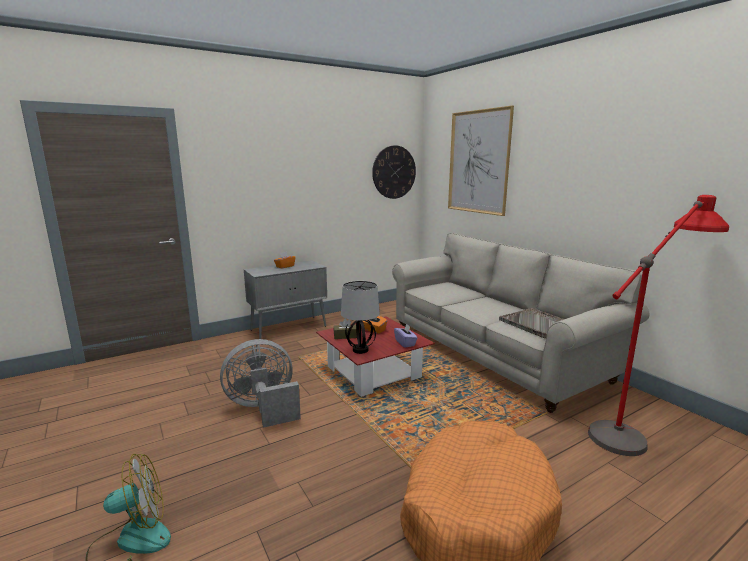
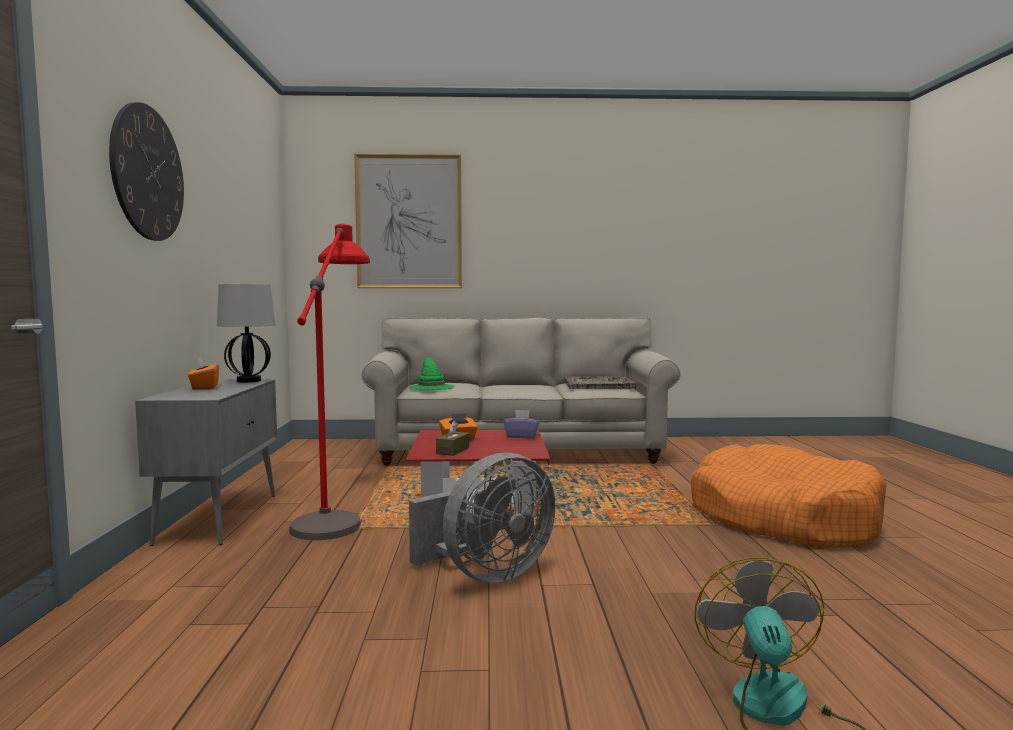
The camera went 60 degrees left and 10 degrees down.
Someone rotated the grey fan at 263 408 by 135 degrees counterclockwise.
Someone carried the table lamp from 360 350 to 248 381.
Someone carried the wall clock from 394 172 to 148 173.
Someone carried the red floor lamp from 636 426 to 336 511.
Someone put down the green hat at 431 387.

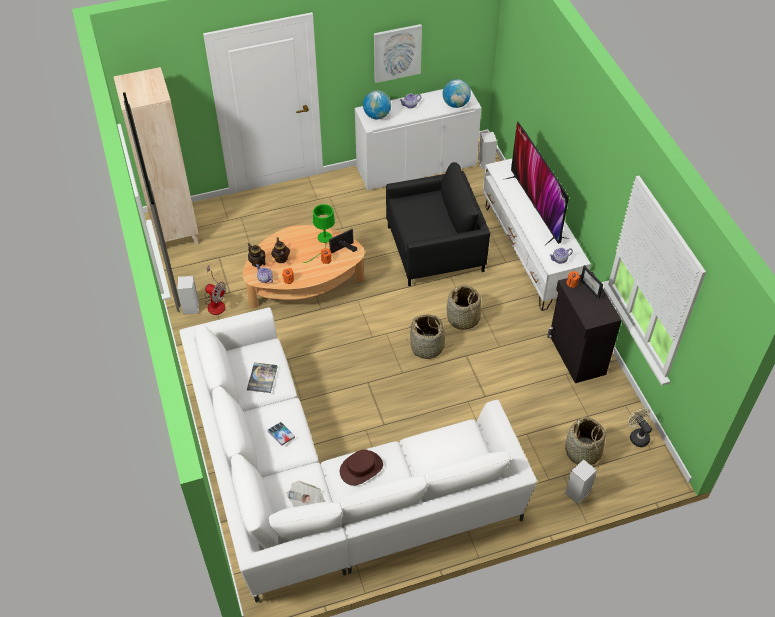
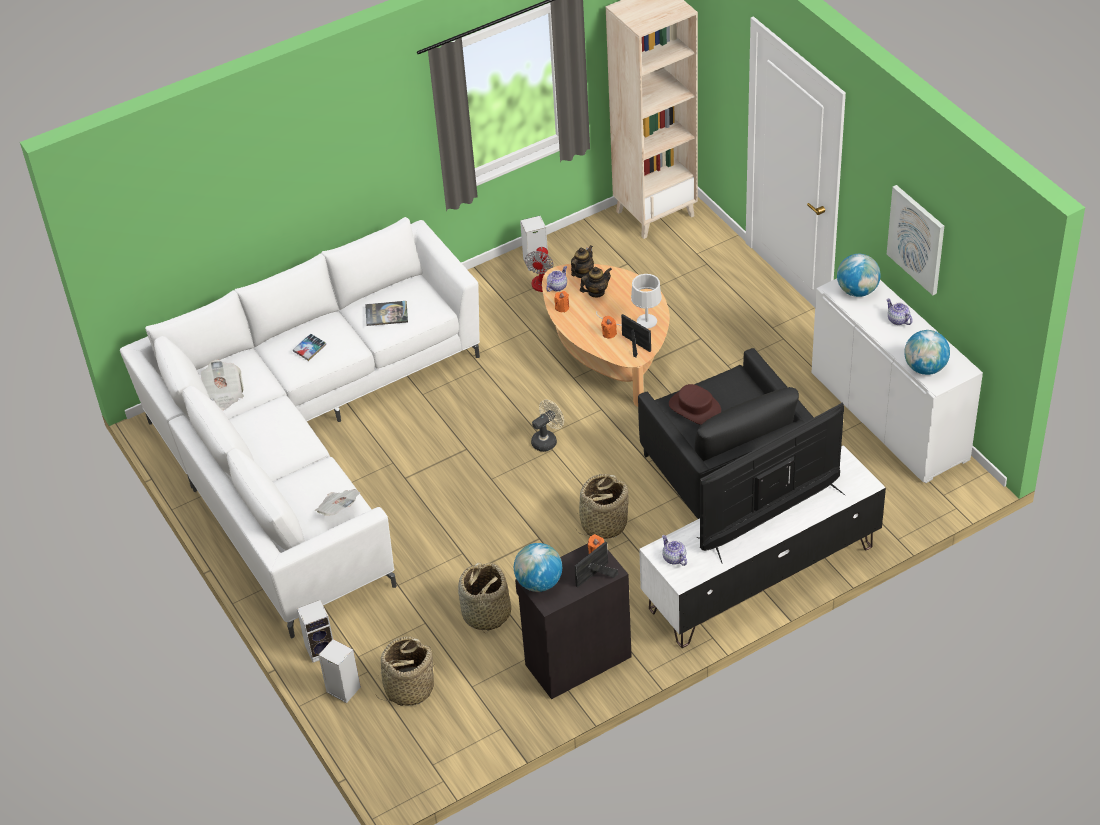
The camera went 80 degrees right and 5 degrees down.
Someone repainted the green table lamp at 323 242, which became the white table lamp at 640 323.
Someone carried the brown hat from 361 468 to 695 408.
Someone carried the basket from 427 347 to 486 614.
Someone carried the speaker from 485 163 to 321 649.
Someone carried the beige fan from 637 436 to 547 440.
Someone put down the newspaper at 338 509.
Someone put down the globe at 539 582.

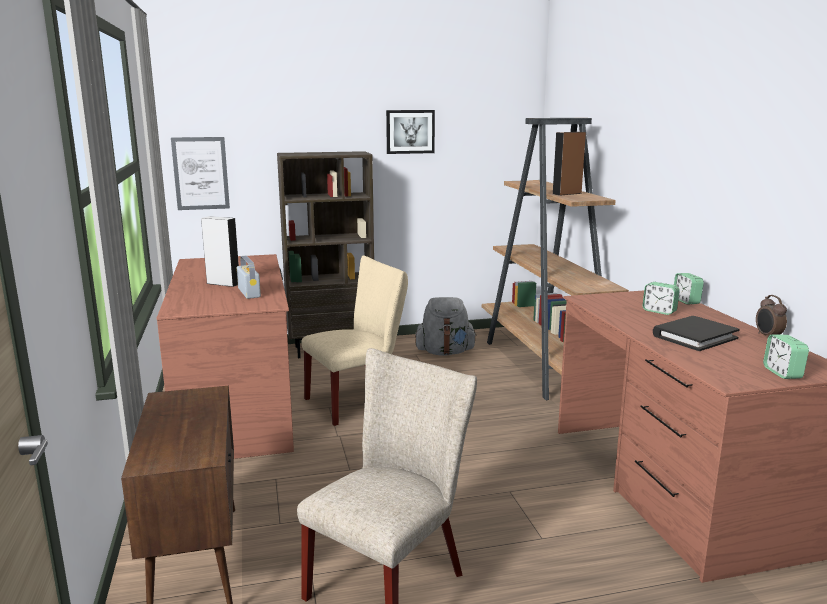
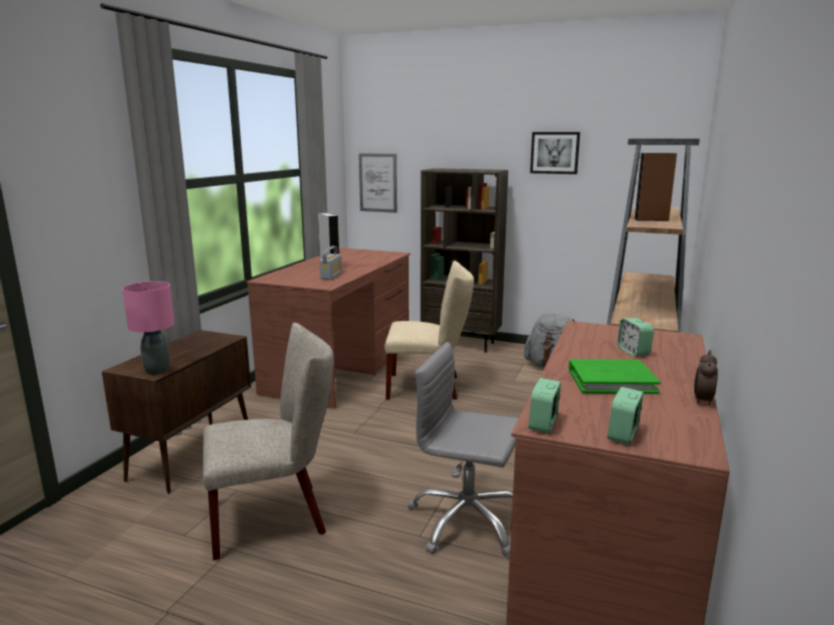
The camera went 35 degrees right and 0 degrees up.
Someone repainted the black book at 694 337, which became the green book at 611 380.
Someone carried the alarm clock from 686 301 to 543 424.
Someone put down the pink table lamp at 157 371.
Someone put down the grey office chair at 467 521.

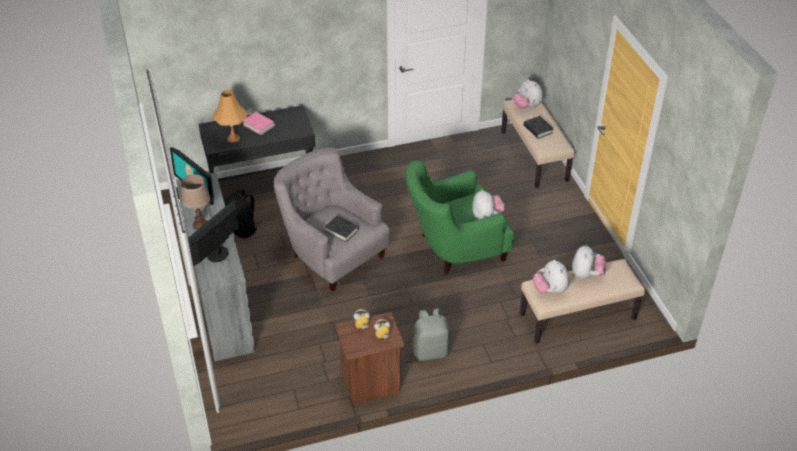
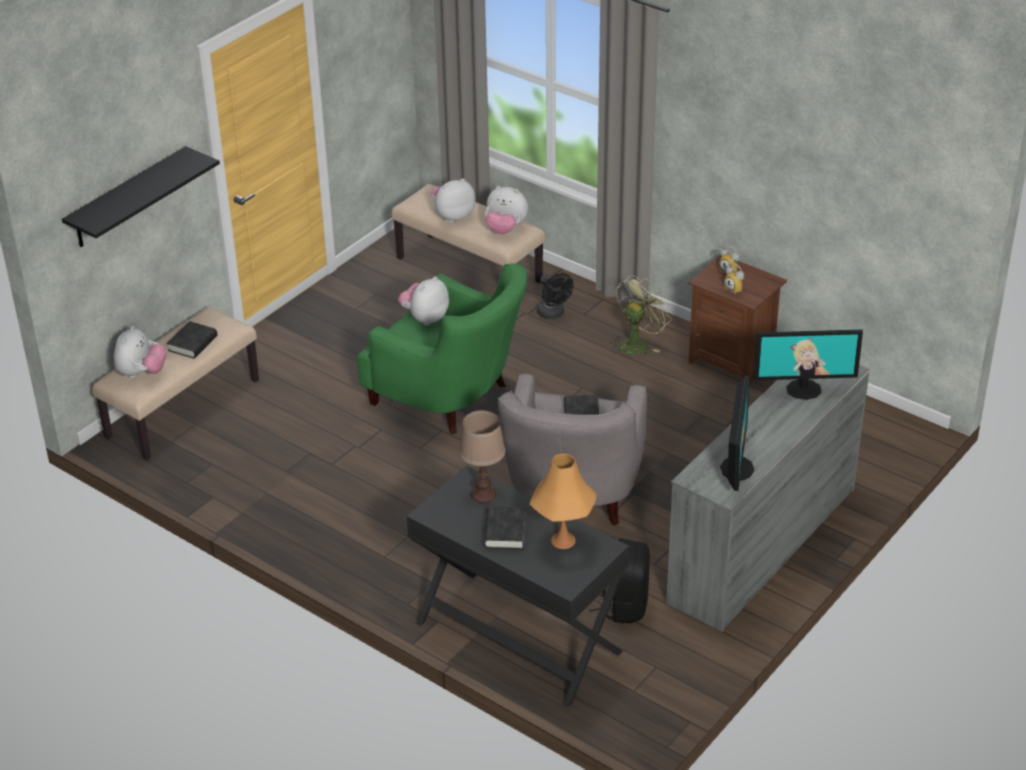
The camera went 125 degrees left and 5 degrees down.
Someone carried the brown table lamp from 200 225 to 483 495.
Someone repainted the pink book at 259 125, which became the black book at 505 532.
Someone swapped the grey backpack at 431 351 for the green fan at 637 343.
Someone rotated the plush toy at 550 290 by 75 degrees clockwise.
Someone put up the black shelf at 128 198.
Someone put down the black fan at 553 314.

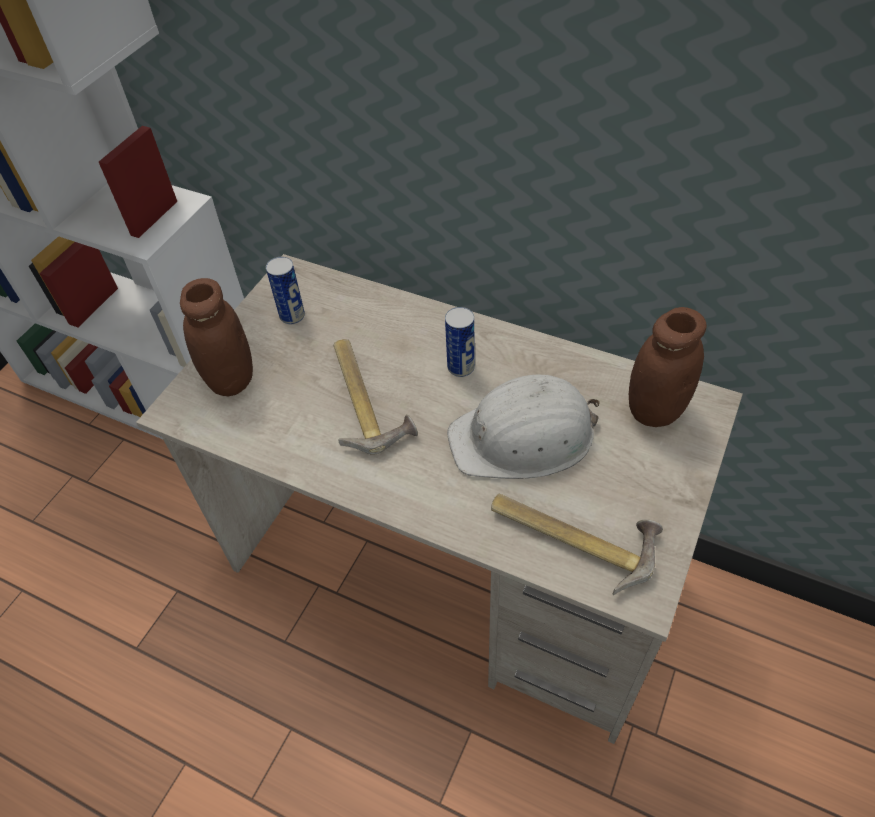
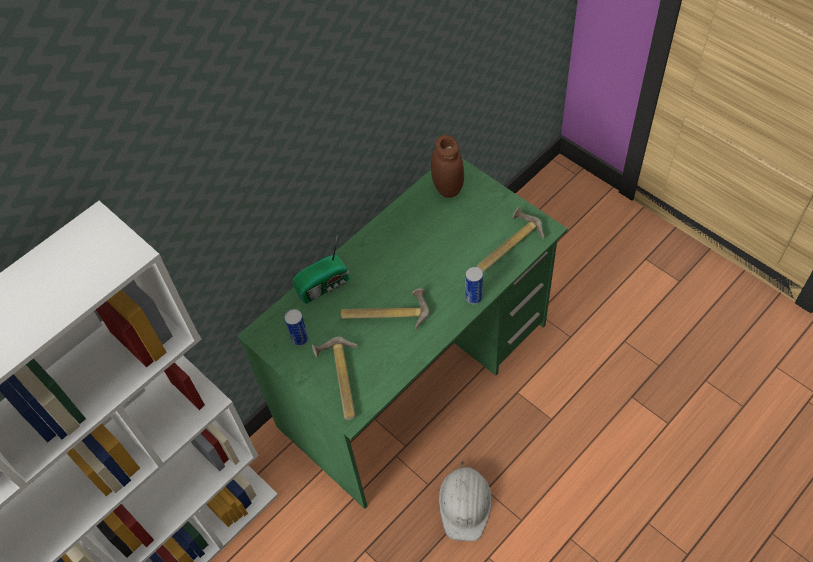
The camera went 70 degrees left and 5 degrees up.
Someone repainted the beige desk at 450 570, which became the green desk at 415 375.
Someone swapped the brown jar at 231 379 for the hammer at 339 380.
Someone carried the can from 461 367 to 473 298.
Someone carried the white hard hat from 524 437 to 465 503.
Someone put down the radio at 325 286.

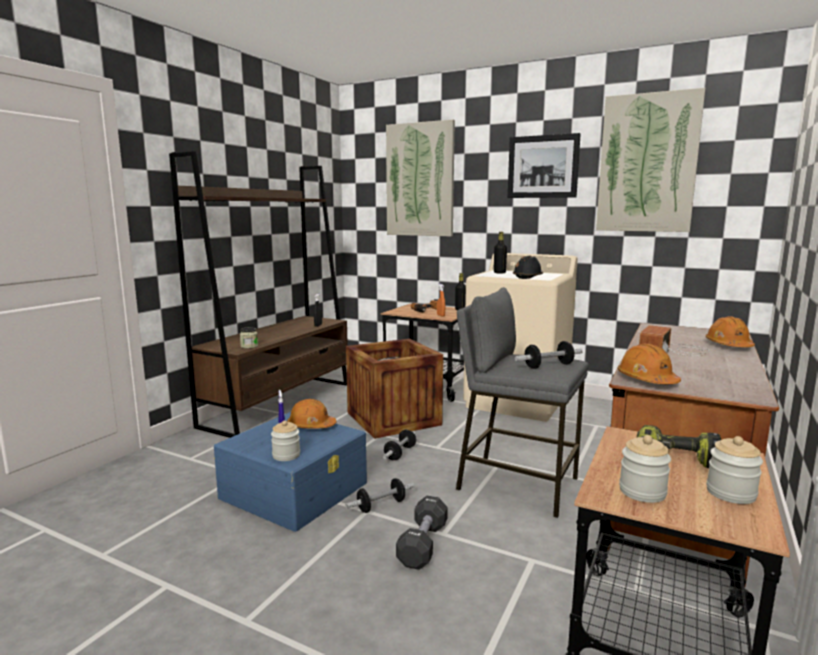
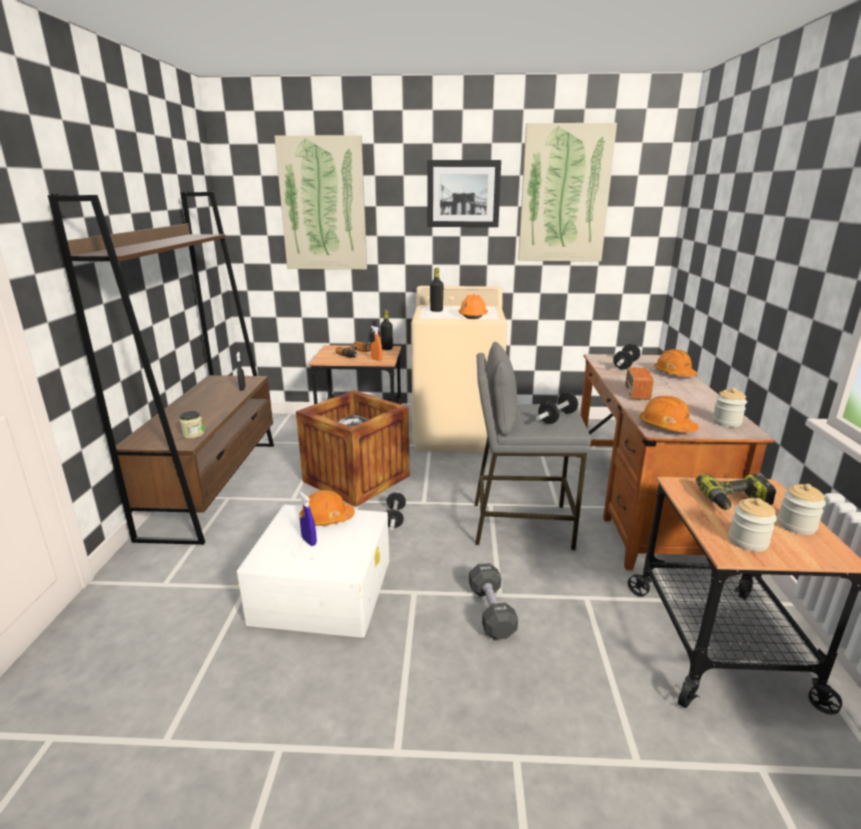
The camera went 25 degrees left and 10 degrees up.
Someone repainted the blue storage box at 295 490, which became the white storage box at 323 589.
Someone carried the jar from 286 455 to 726 422.
Someone carried the dumbbell from 381 505 to 625 365.
Someone repainted the black hard hat at 528 277, which became the orange hard hat at 473 316.

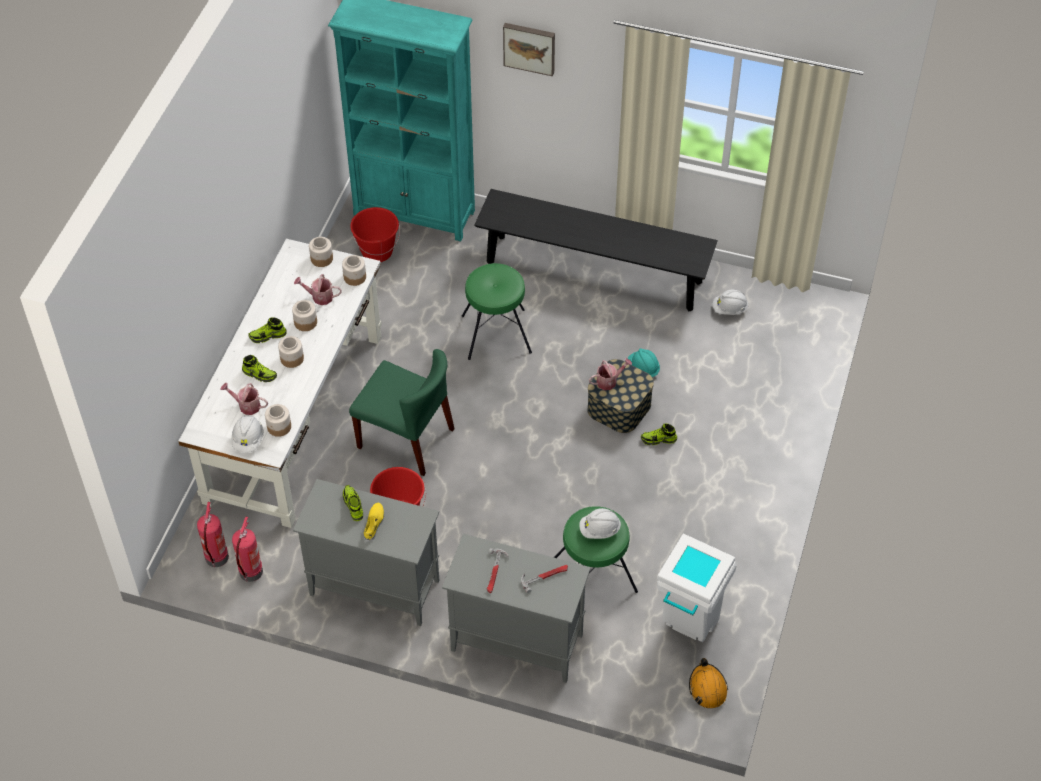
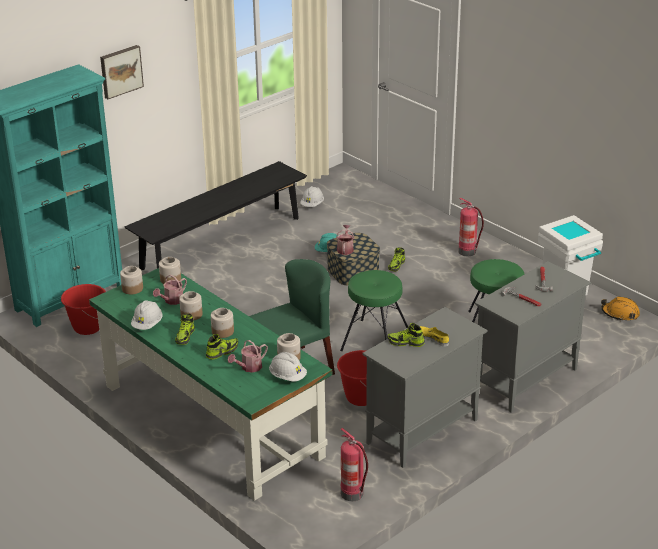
The camera went 60 degrees left and 20 degrees down.
Someone repainted the white desk at 294 416, which became the green desk at 210 420.
Someone carried the fire extinguisher from 217 558 to 468 252.
Someone carried the green stool from 496 333 to 374 340.
Someone carried the white hard hat from 599 530 to 147 325.

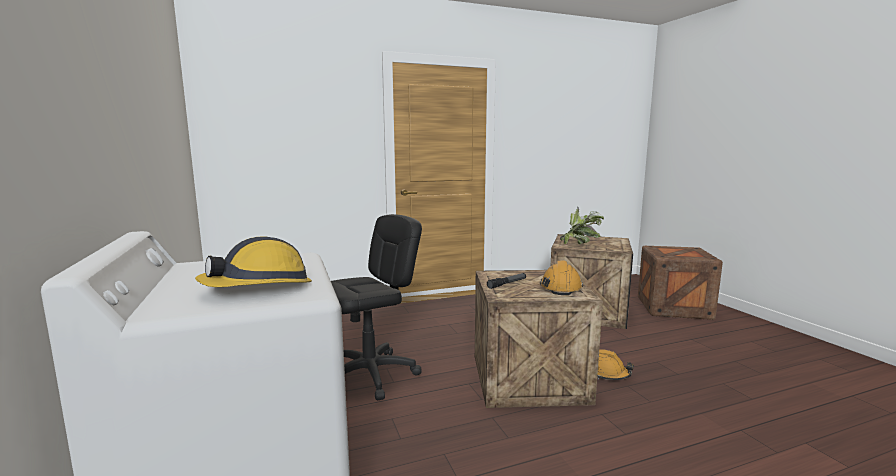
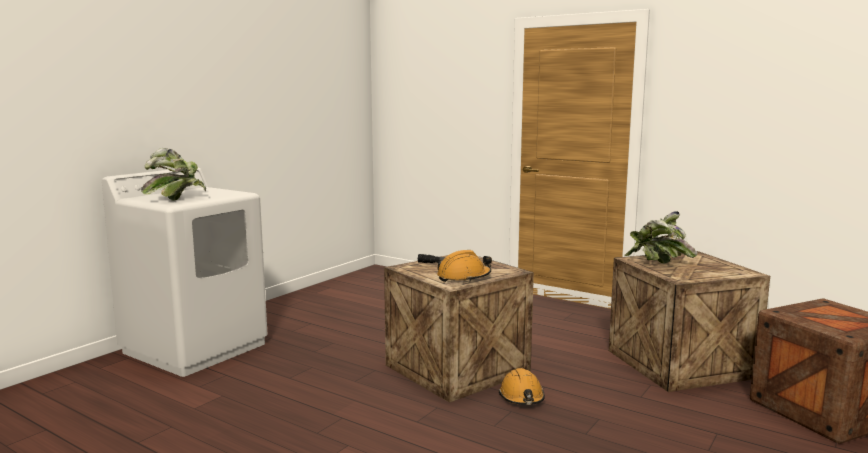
The camera went 55 degrees right and 0 degrees up.
Someone swapped the hard hat at 259 287 for the potted plant at 176 199.
Someone took away the black office chair at 370 375.

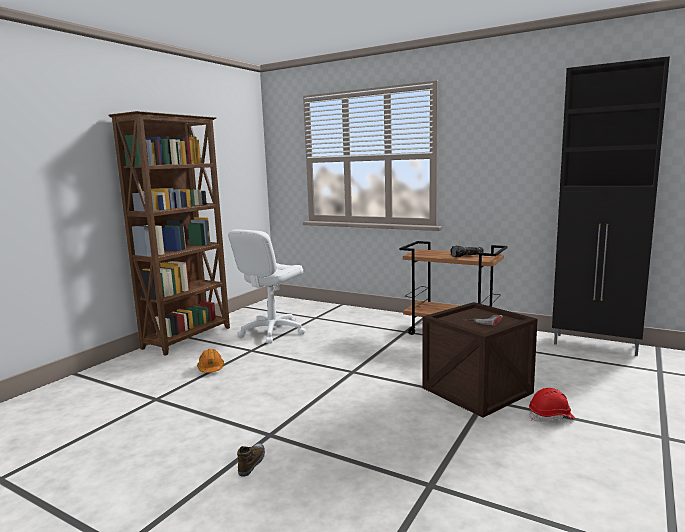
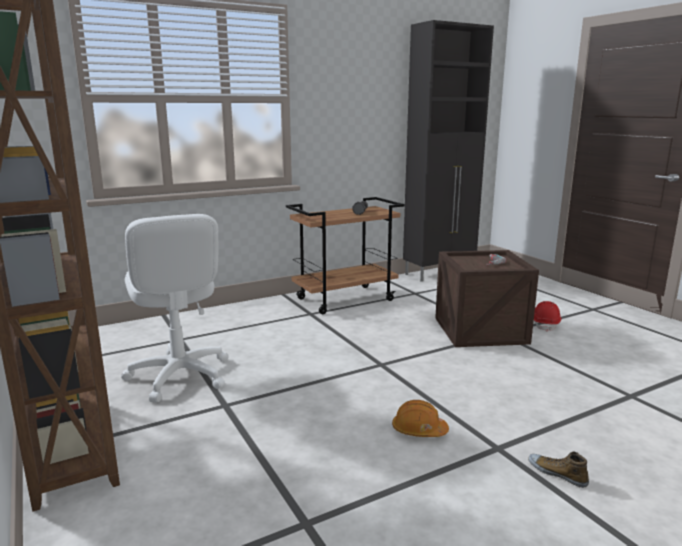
The camera went 60 degrees left and 5 degrees up.
Someone carried the orange hard hat from 211 368 to 419 430.

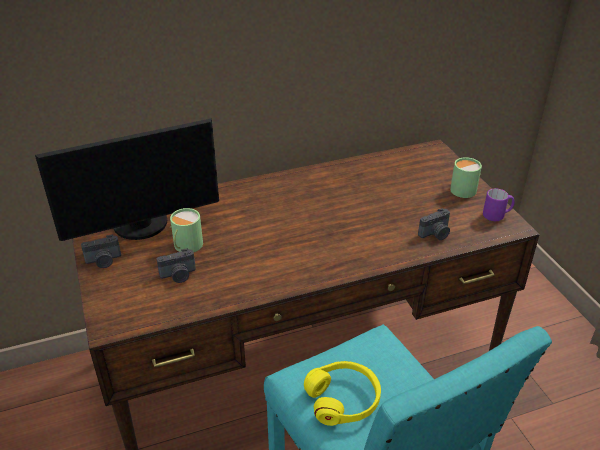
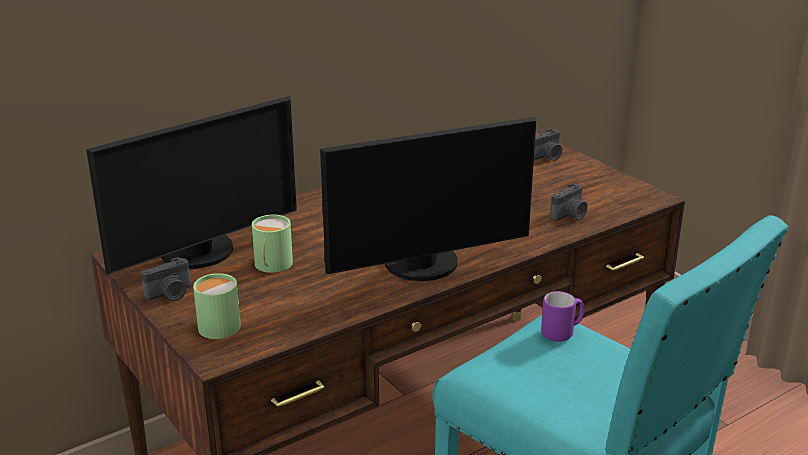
The camera went 15 degrees left and 10 degrees down.
Someone carried the photo camera from 178 275 to 547 157.
Someone took away the yellow headphones at 343 399.
Someone carried the green mug from 461 188 to 217 324.
Someone carried the purple mug from 497 216 to 562 333.
Someone put down the monitor at 424 266.

